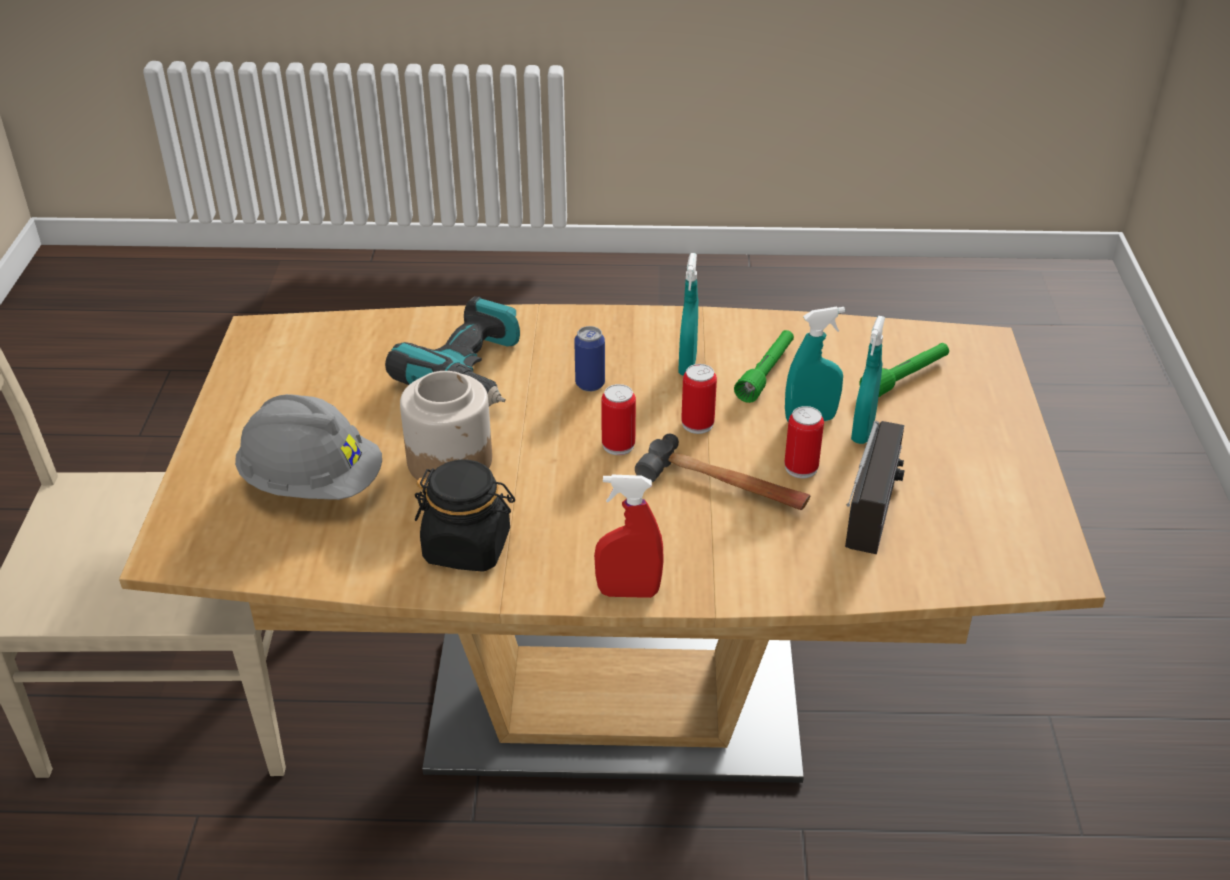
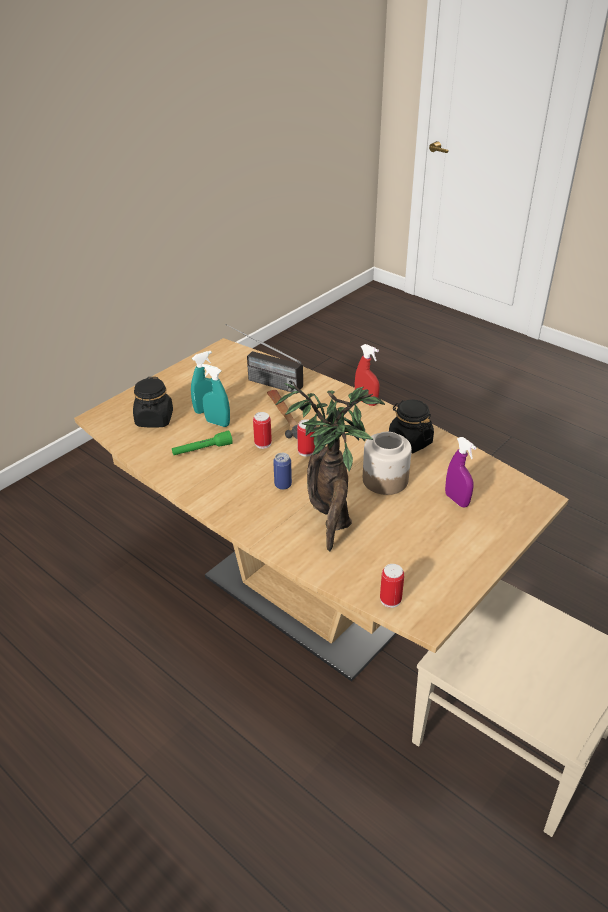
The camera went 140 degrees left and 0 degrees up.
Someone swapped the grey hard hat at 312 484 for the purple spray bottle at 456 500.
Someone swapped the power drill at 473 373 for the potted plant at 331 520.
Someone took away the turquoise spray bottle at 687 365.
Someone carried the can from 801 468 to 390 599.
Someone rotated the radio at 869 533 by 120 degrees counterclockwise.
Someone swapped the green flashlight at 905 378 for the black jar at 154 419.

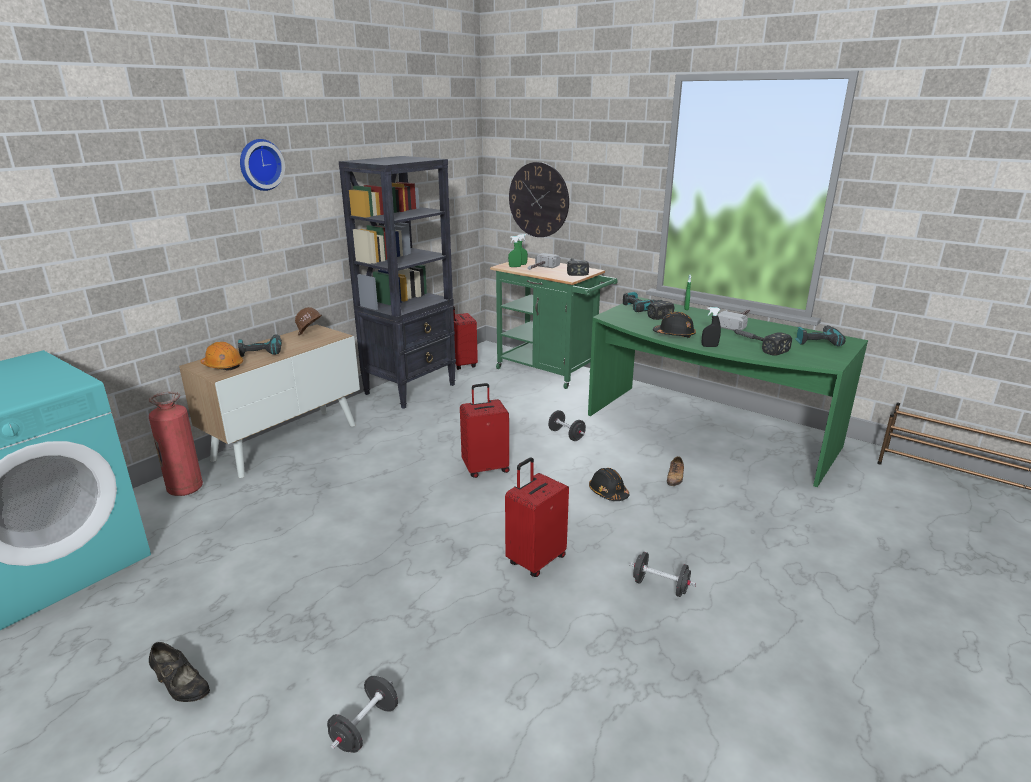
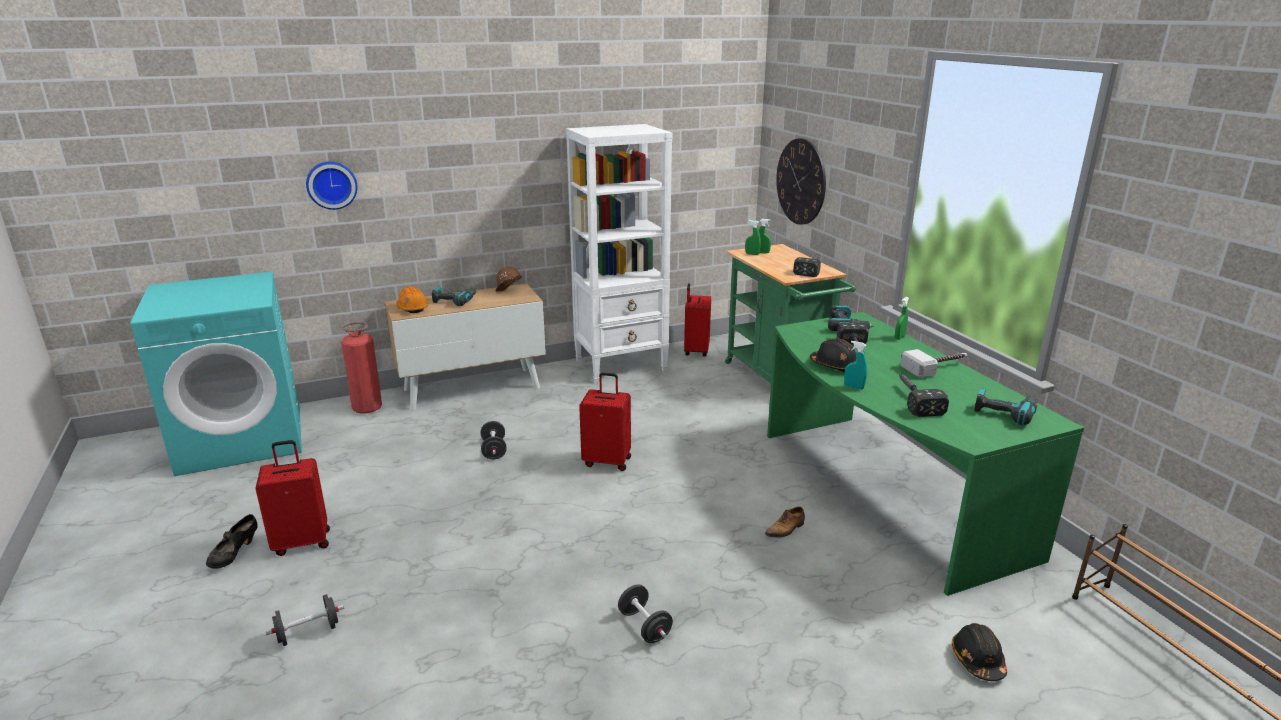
The camera went 30 degrees right and 0 degrees up.
Someone rotated the black shoe at 181 687 by 45 degrees clockwise.
Someone carried the wall clock from 260 164 to 331 184.
Someone repainted the black bookcase at 411 389, which became the white bookcase at 621 365.
Someone carried the red suitcase from 535 560 to 302 542.
Someone took away the hammer at 540 269.
Someone carried the black dumbbell from 566 435 to 494 450.
Someone carried the black hard hat from 608 492 to 977 660.
Someone repainted the black spray bottle at 709 346, which became the turquoise spray bottle at 853 387.

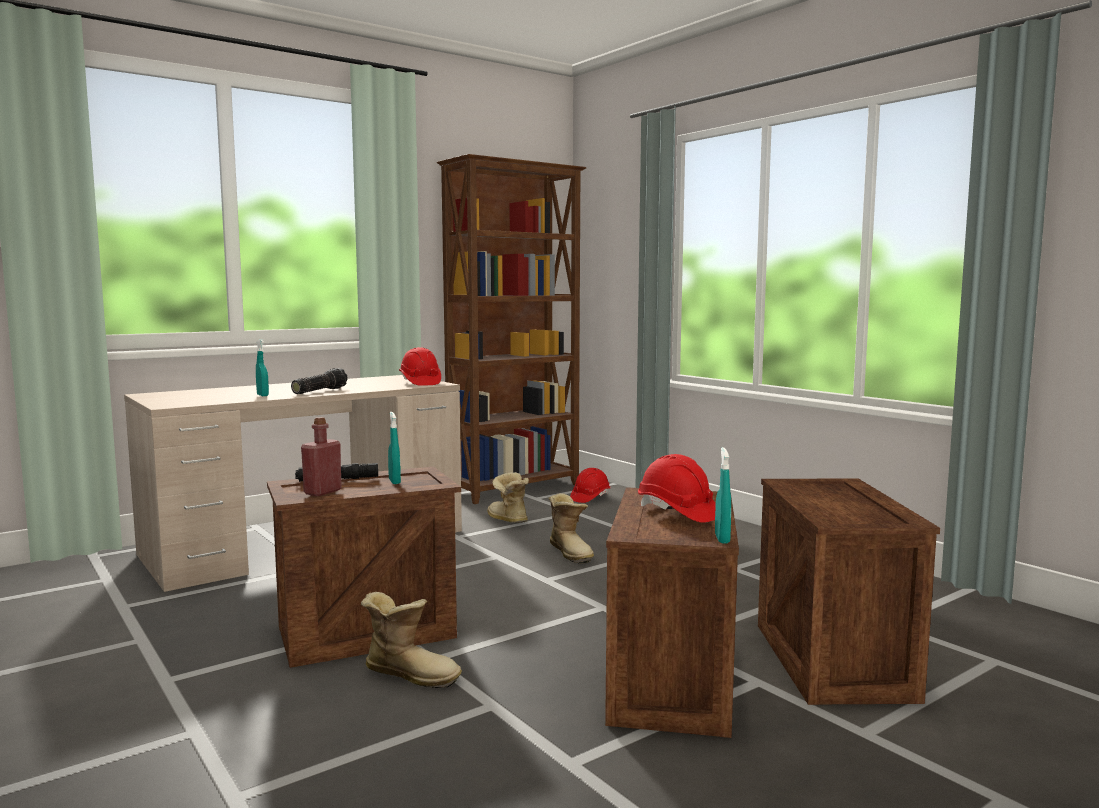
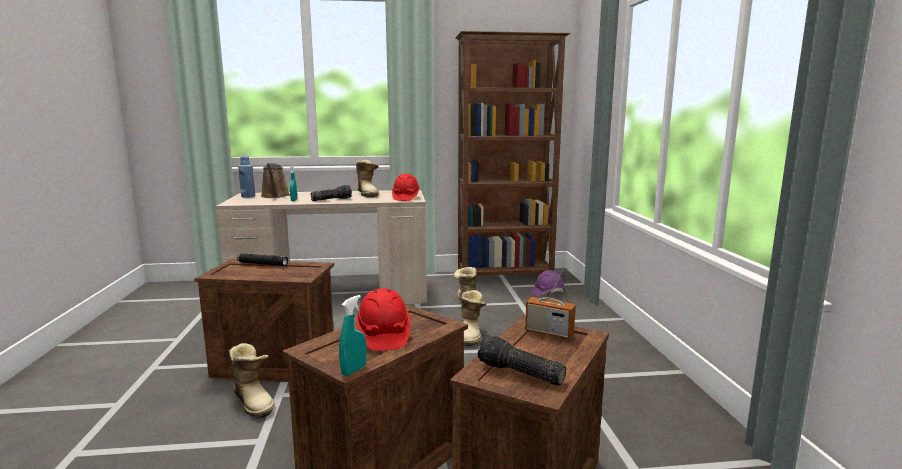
The camera went 30 degrees right and 5 degrees up.
Someone took away the red bottle at 322 492.
Someone took away the turquoise spray bottle at 394 481.
Someone repainted the red hard hat at 590 498, which became the purple hard hat at 547 292.
Someone put down the blue bottle at 248 196.
Someone put down the brown watering can at 275 196.
Someone put down the boot at 368 194.
Someone put down the flashlight at 519 373.
Someone put down the radio at 549 333.

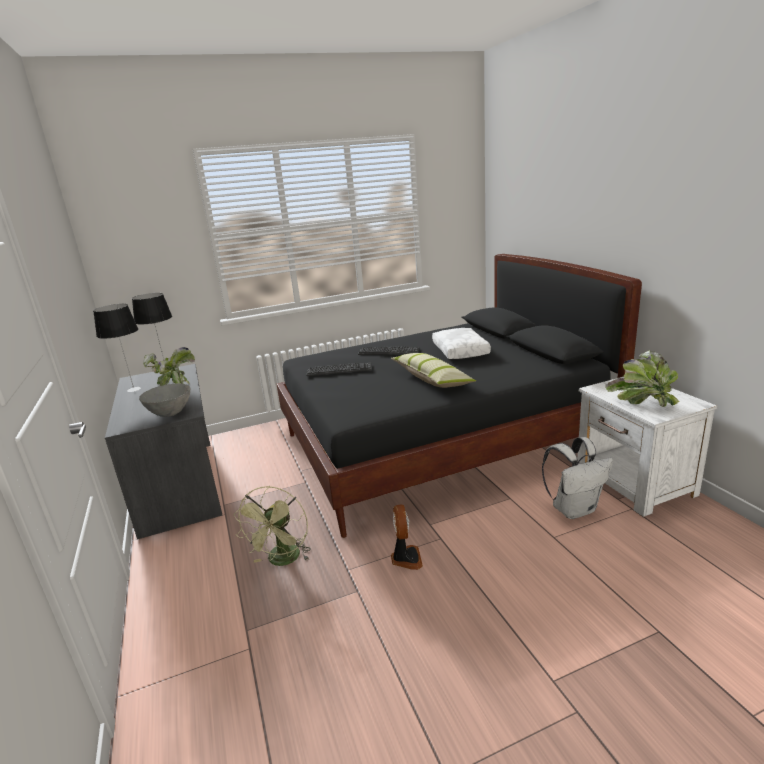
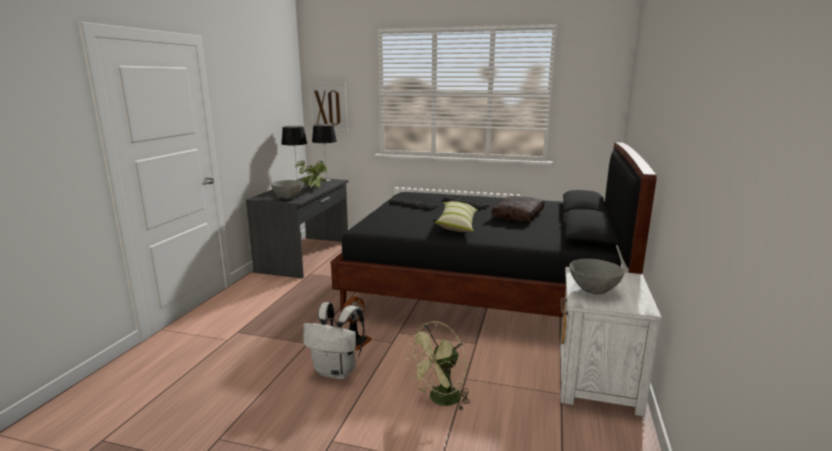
The camera went 35 degrees right and 5 degrees down.
Someone carried the green fan from 282 561 to 440 400.
Someone repainted the white pillow at 461 351, which became the brown pillow at 519 215.
Someone carried the white backpack from 574 509 to 337 371.
Someone swapped the potted plant at 641 402 for the grey bowl at 593 291.
Someone put up the picture at 328 107.

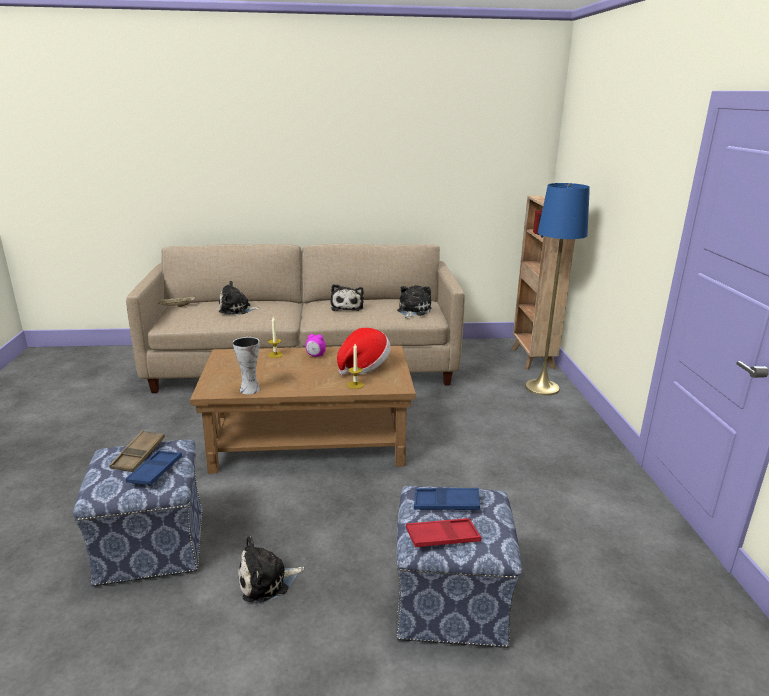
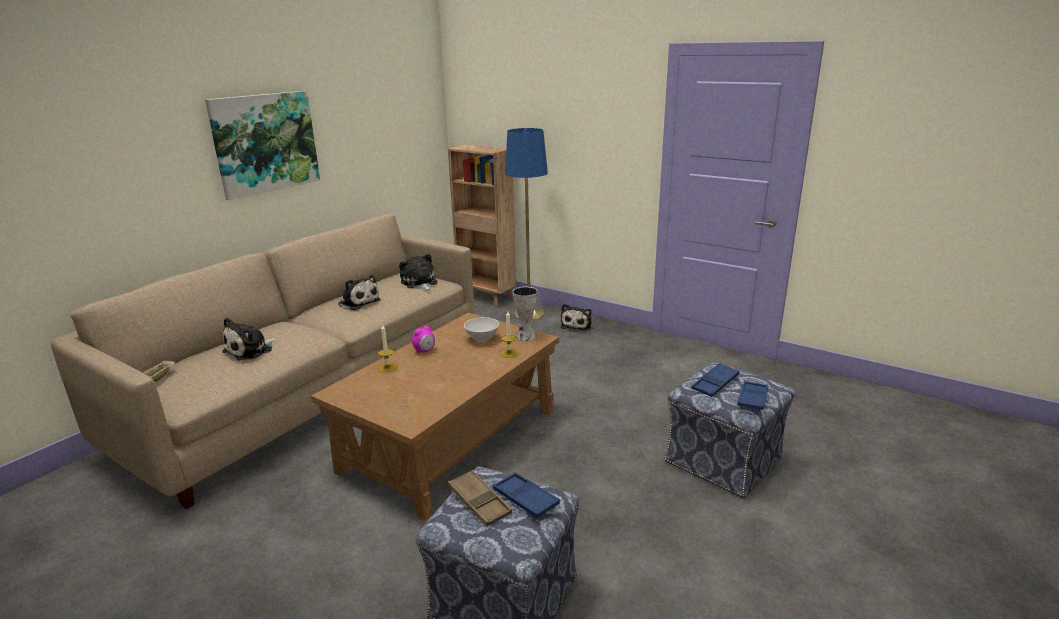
The camera went 50 degrees left and 0 degrees up.
Someone carried the vase from 249 389 to 525 337.
Someone carried the plush toy from 267 581 to 577 325.
Someone swapped the hat at 363 367 for the white bowl at 481 339.
Someone repainted the red tray at 442 537, which became the blue tray at 752 399.
Someone put up the picture at 265 143.

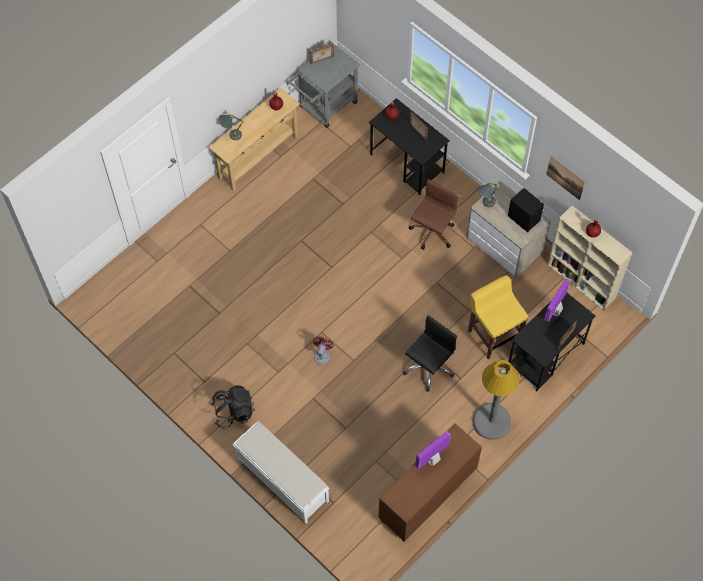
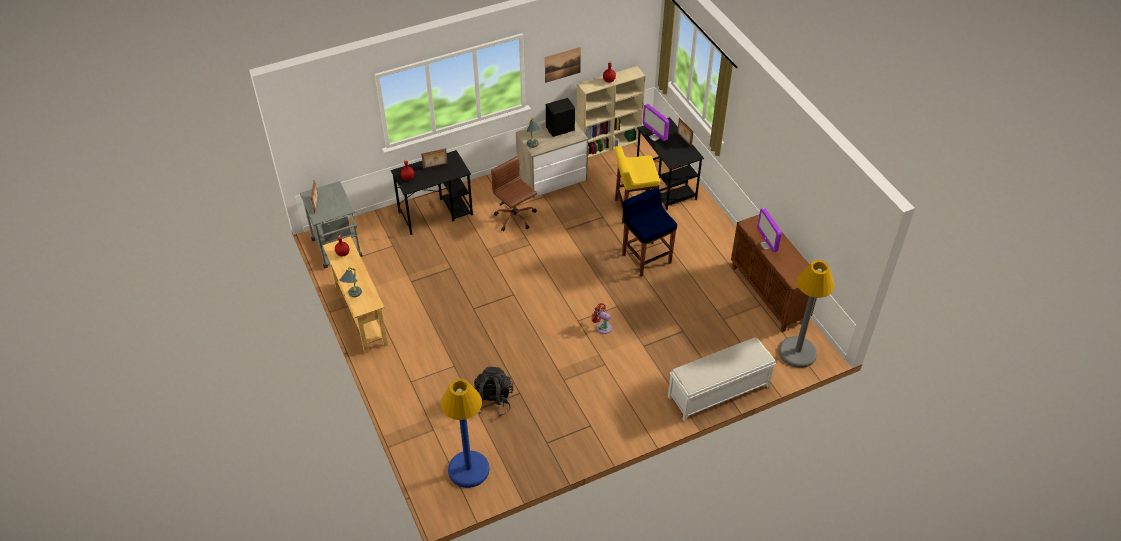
The camera went 70 degrees left and 15 degrees down.
Someone carried the black backpack from 233 411 to 493 401.
Someone swapped the black office chair at 428 367 for the blue stool at 646 258.
Someone carried the grey floor lamp from 491 421 to 797 352.
Someone put down the blue floor lamp at 468 469.

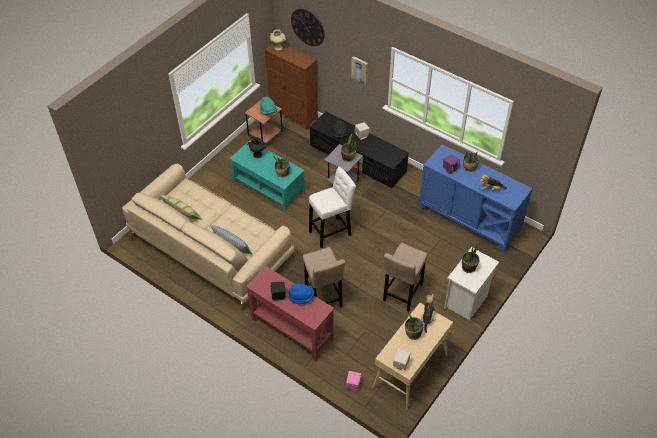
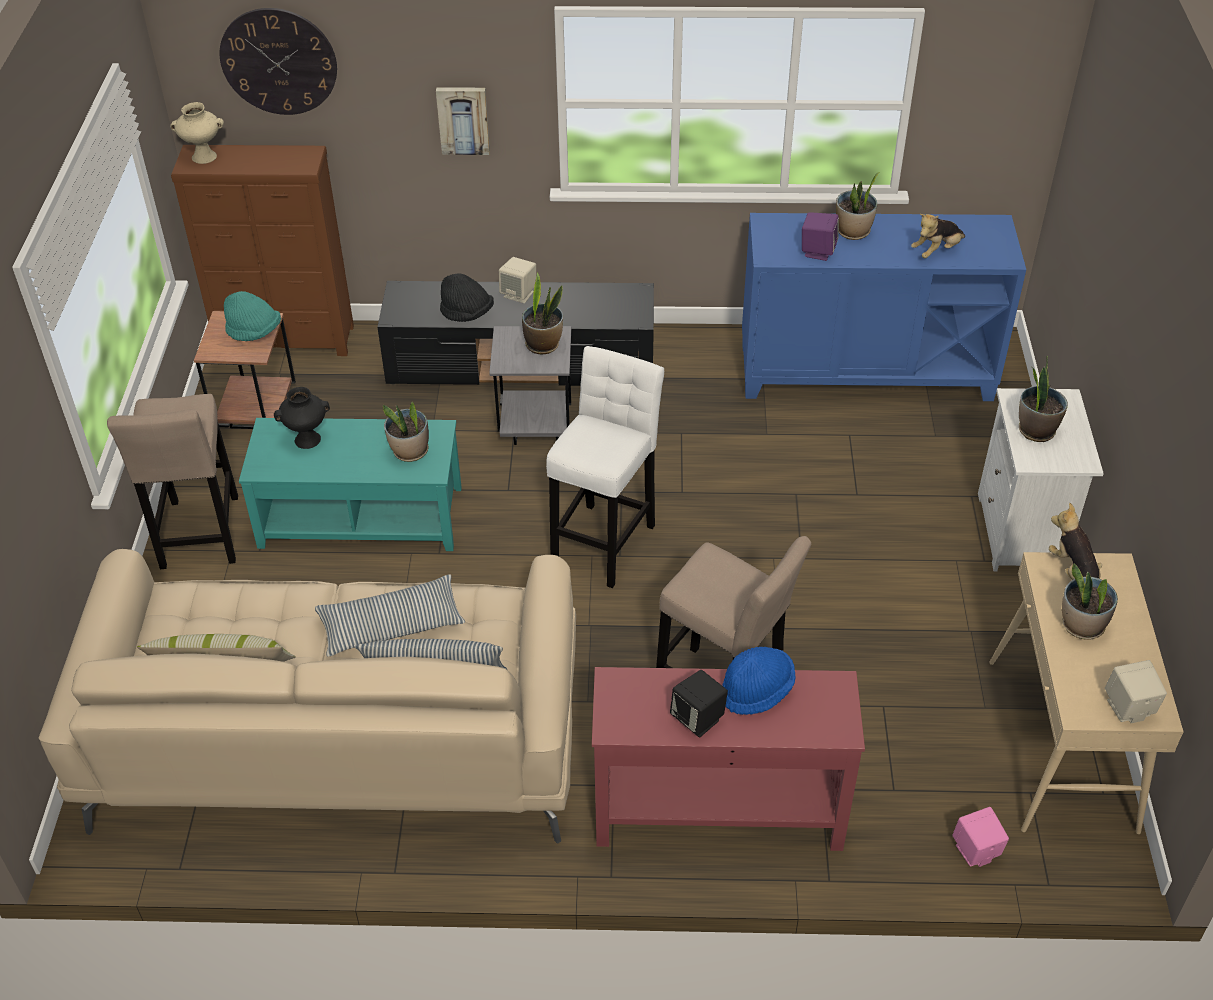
The camera went 35 degrees left and 5 degrees down.
Someone carried the beige stool from 402 294 to 200 537.
Someone put down the pillow at 391 625.

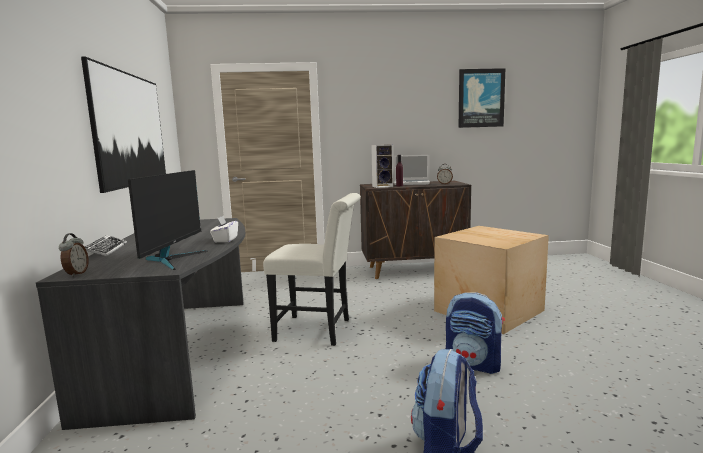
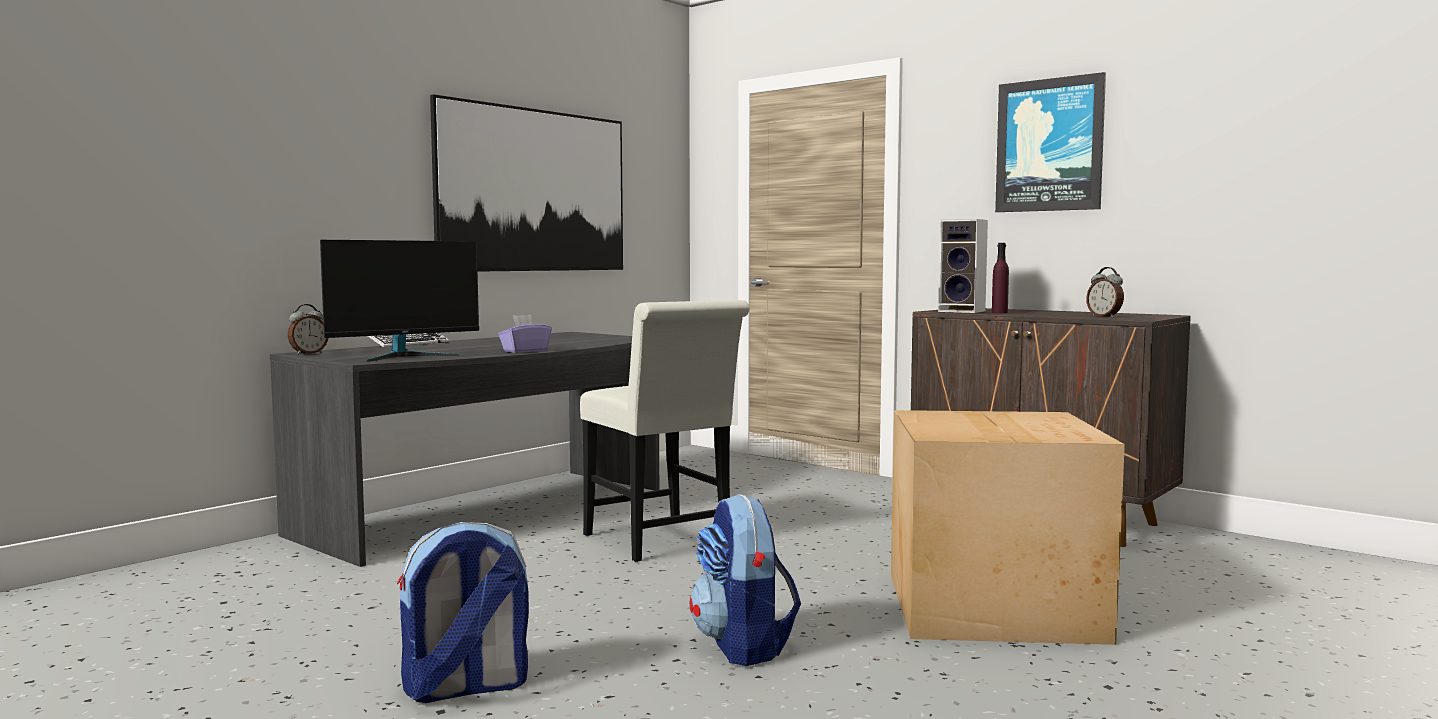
The camera went 45 degrees right and 5 degrees down.
Someone repainted the white tissue box at 225 240, which became the purple tissue box at 525 351.
Someone took away the laptop at 412 183.
Someone carried the picture from 481 98 to 1049 145.

